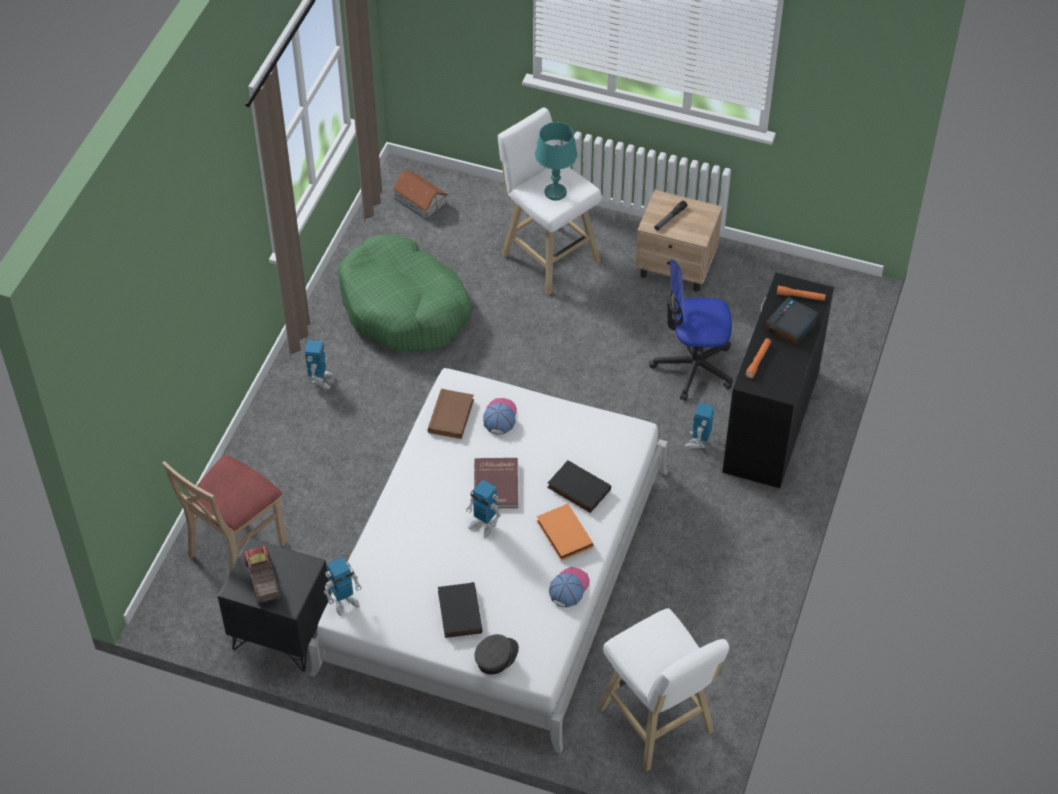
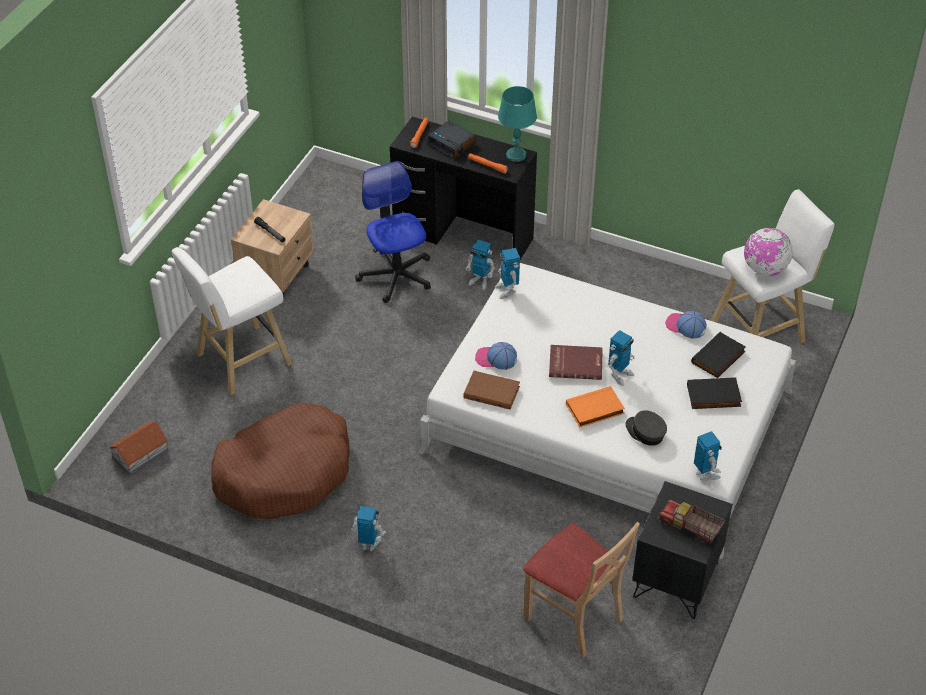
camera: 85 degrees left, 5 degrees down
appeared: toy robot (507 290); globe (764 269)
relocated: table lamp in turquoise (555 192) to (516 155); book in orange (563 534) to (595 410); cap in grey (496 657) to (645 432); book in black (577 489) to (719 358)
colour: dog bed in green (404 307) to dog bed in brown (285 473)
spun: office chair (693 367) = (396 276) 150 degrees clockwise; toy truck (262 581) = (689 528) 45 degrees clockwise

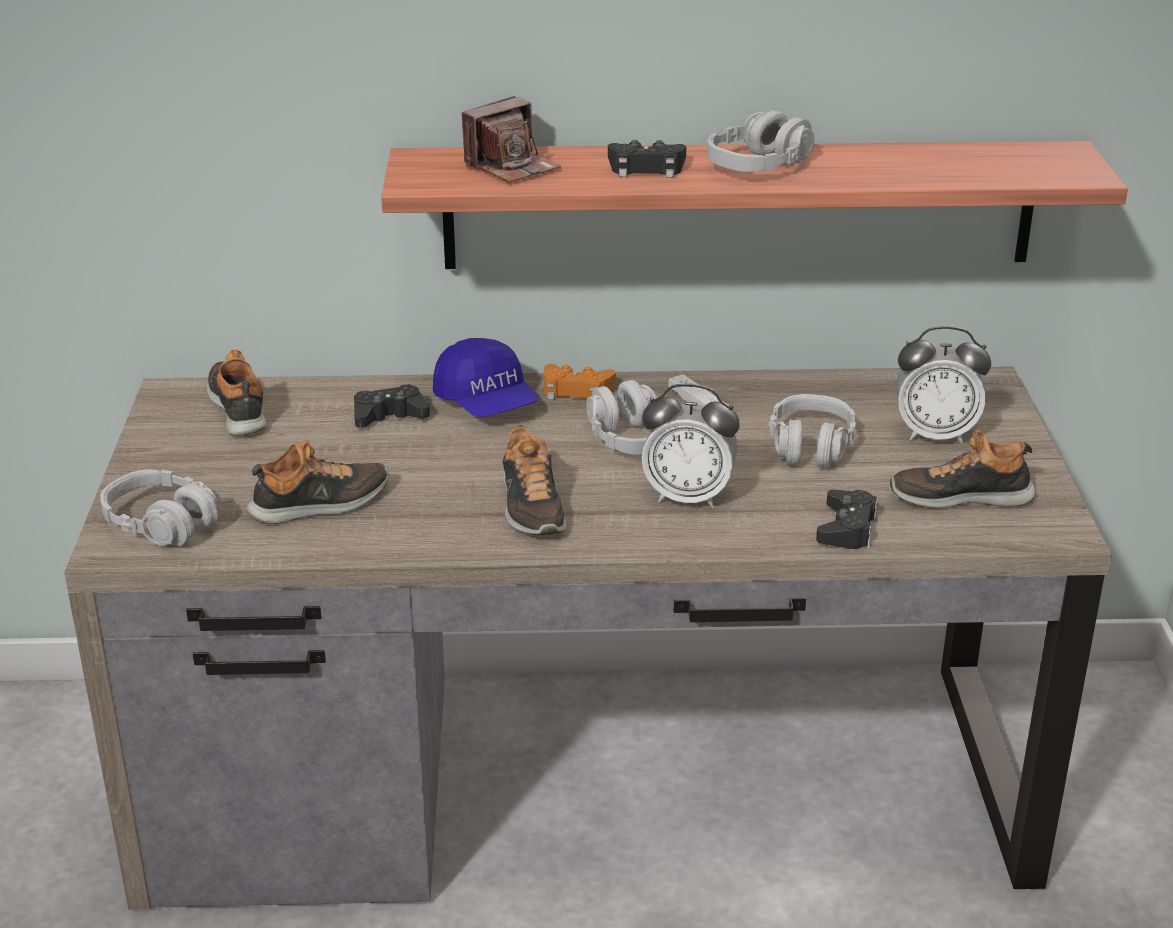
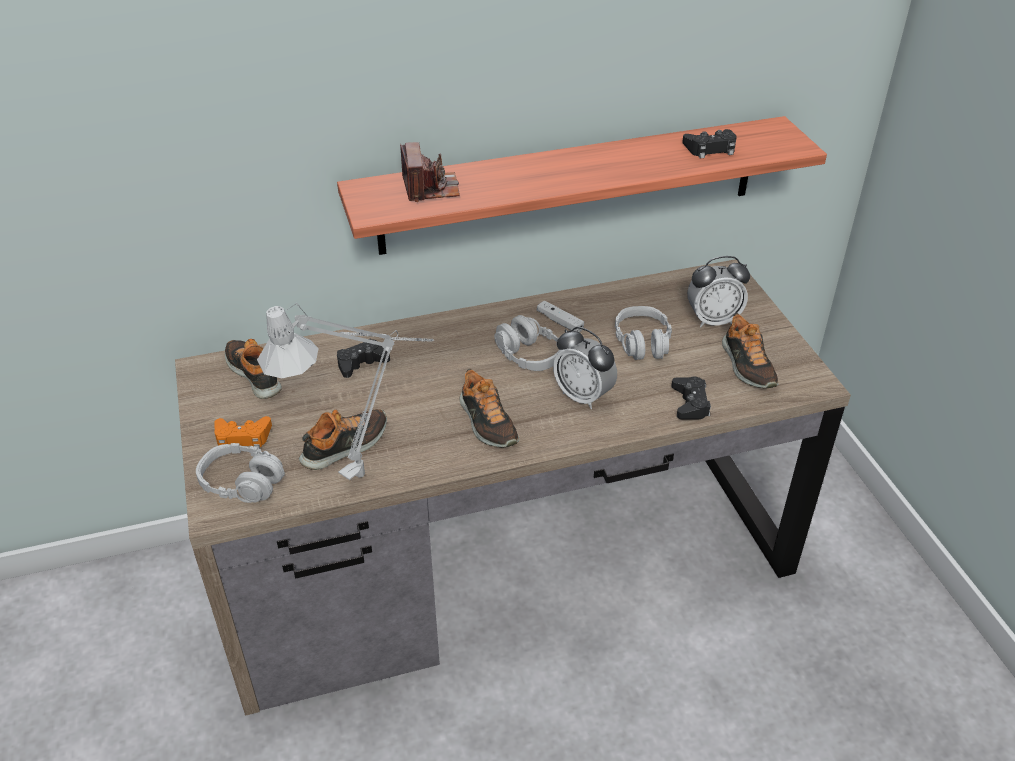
camera: 15 degrees left, 10 degrees up
missing: cap in blue (487 404); headphones in grey (759 165)
appeared: table lamp in grey (370 470)
relocated: game controller in orange (576 390) to (242 437); game controller in black (646 168) to (710 149)
spun: photo camera (512 167) = (430 188) 45 degrees counterclockwise; alarm clock (688 497) = (583 396) 45 degrees clockwise; shoe (960 496) = (747 366) 90 degrees counterclockwise

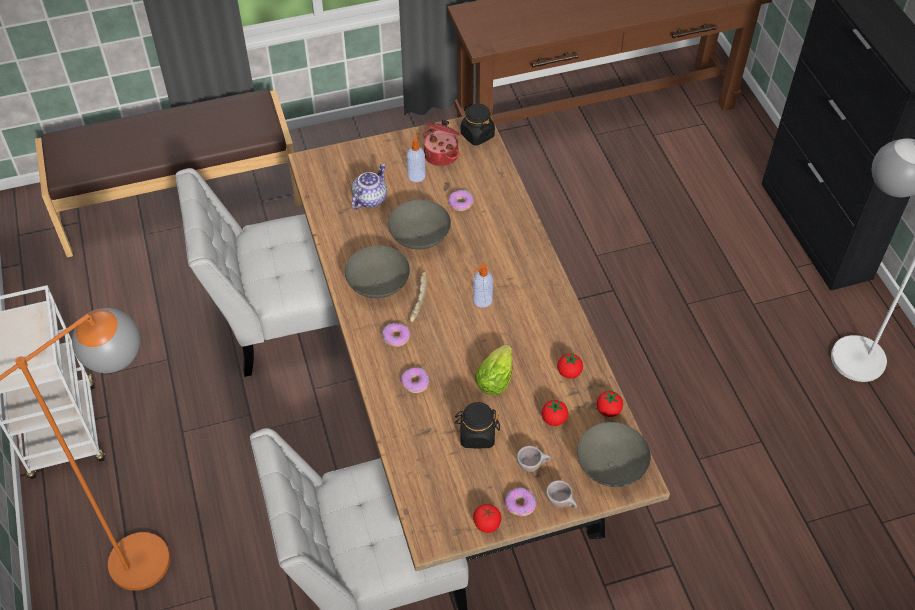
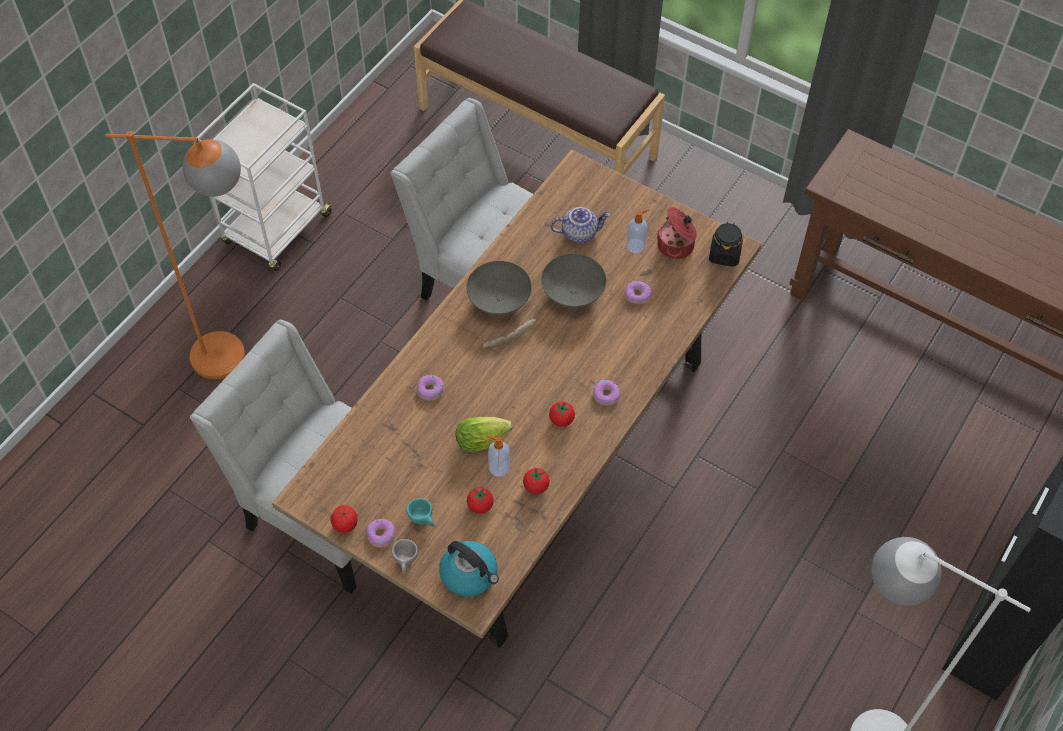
camera: 50 degrees right, 5 degrees up
missing: jar in black (477 435)
relocated: soap dispenser (482 300) to (498 467); tomato (608 410) to (561 420); donut (396 337) to (606 395)
exchanged: bowl in grey (610 466) to kettle (470 574)
colour: cup in beige (533 466) to cup in turquoise (423 520)

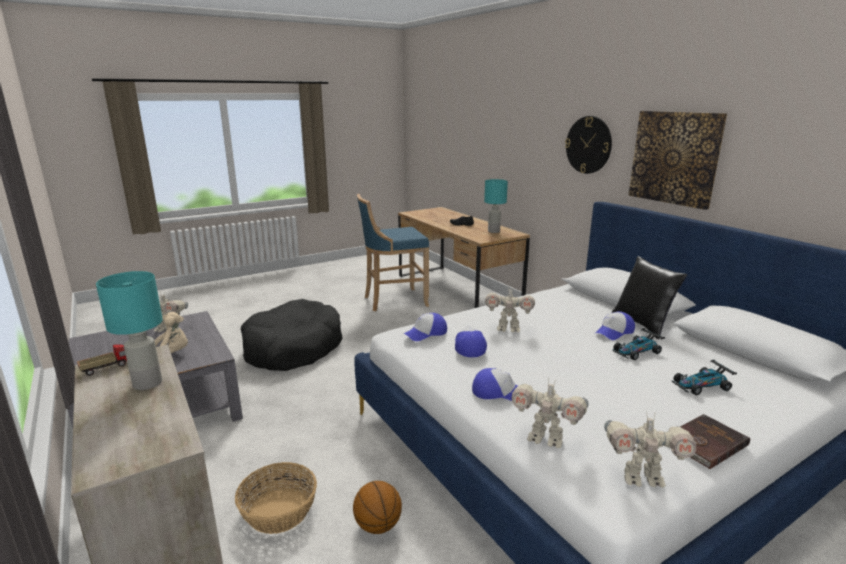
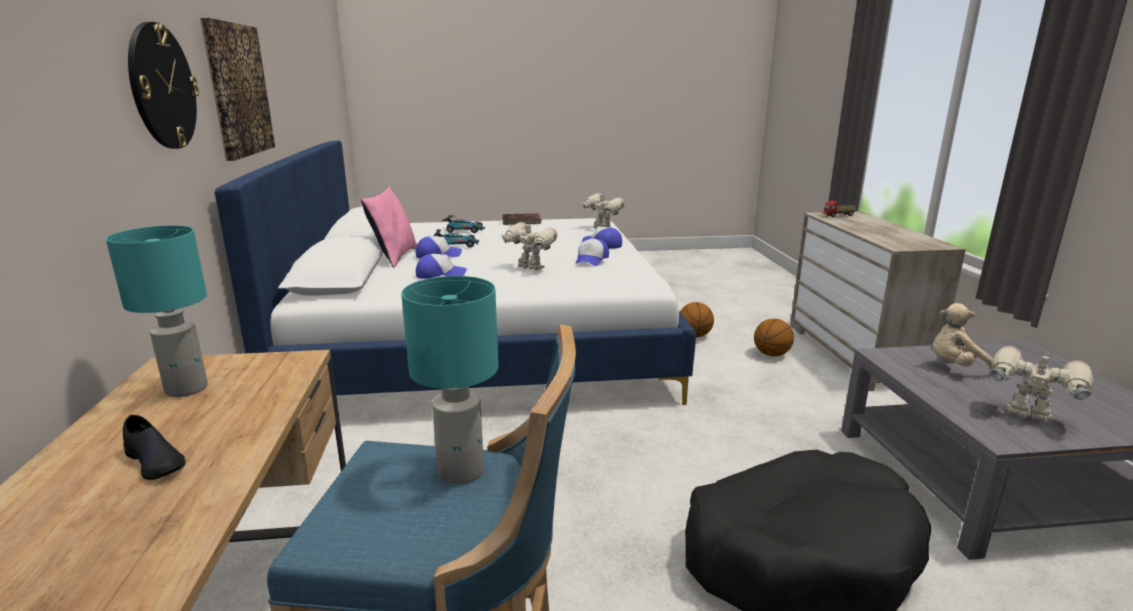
camera: 155 degrees left, 0 degrees up
missing: toy robot (641 478)
relocated: table lamp in turquoise (146 384) to (462 471); cap (426 333) to (440 275); toy truck (106 368) to (839 216)
exchanged: basket (278 511) to basketball (771 354)
colour: pillow in black (643 324) to pillow in pink (394 257)

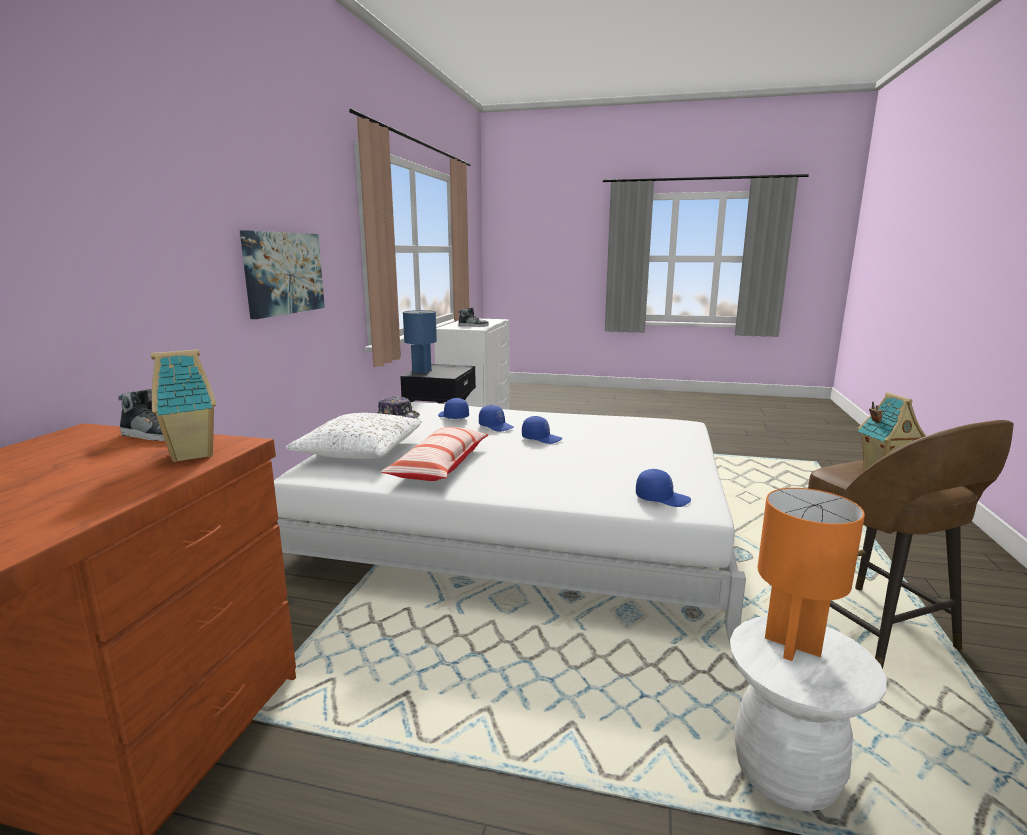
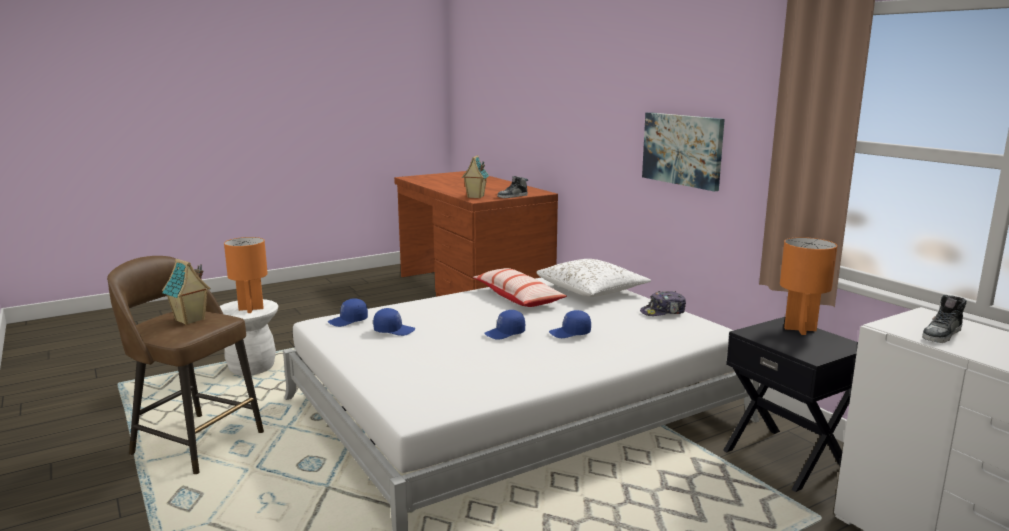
camera: 135 degrees right, 0 degrees up
relocated: cap in blue (453 417) to (394 330)
colour: table lamp in blue (422 371) to table lamp in orange (799 329)

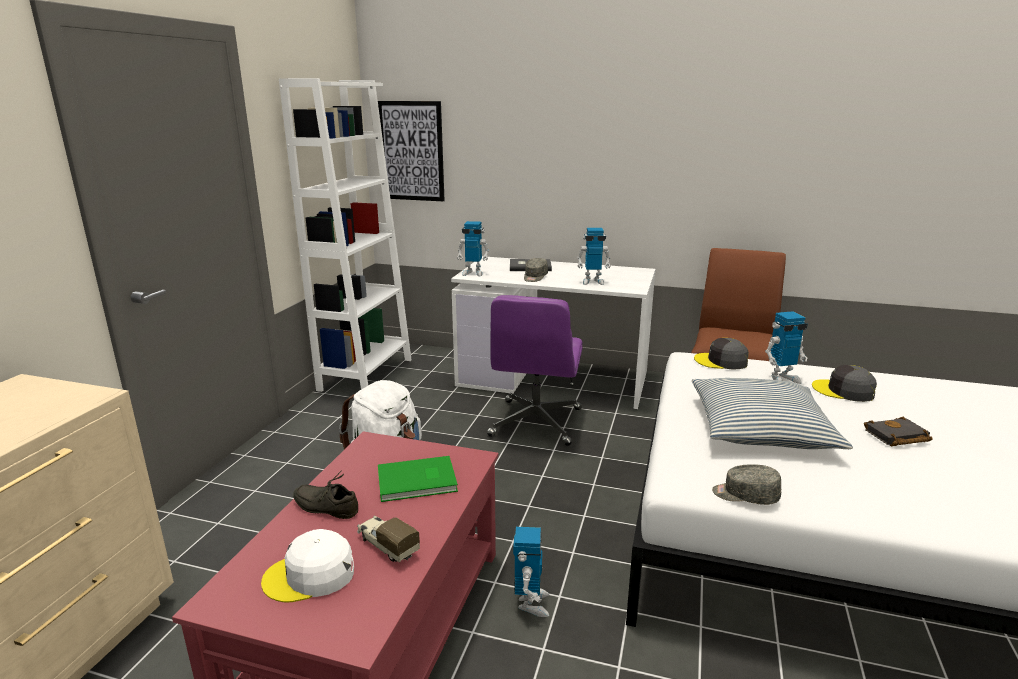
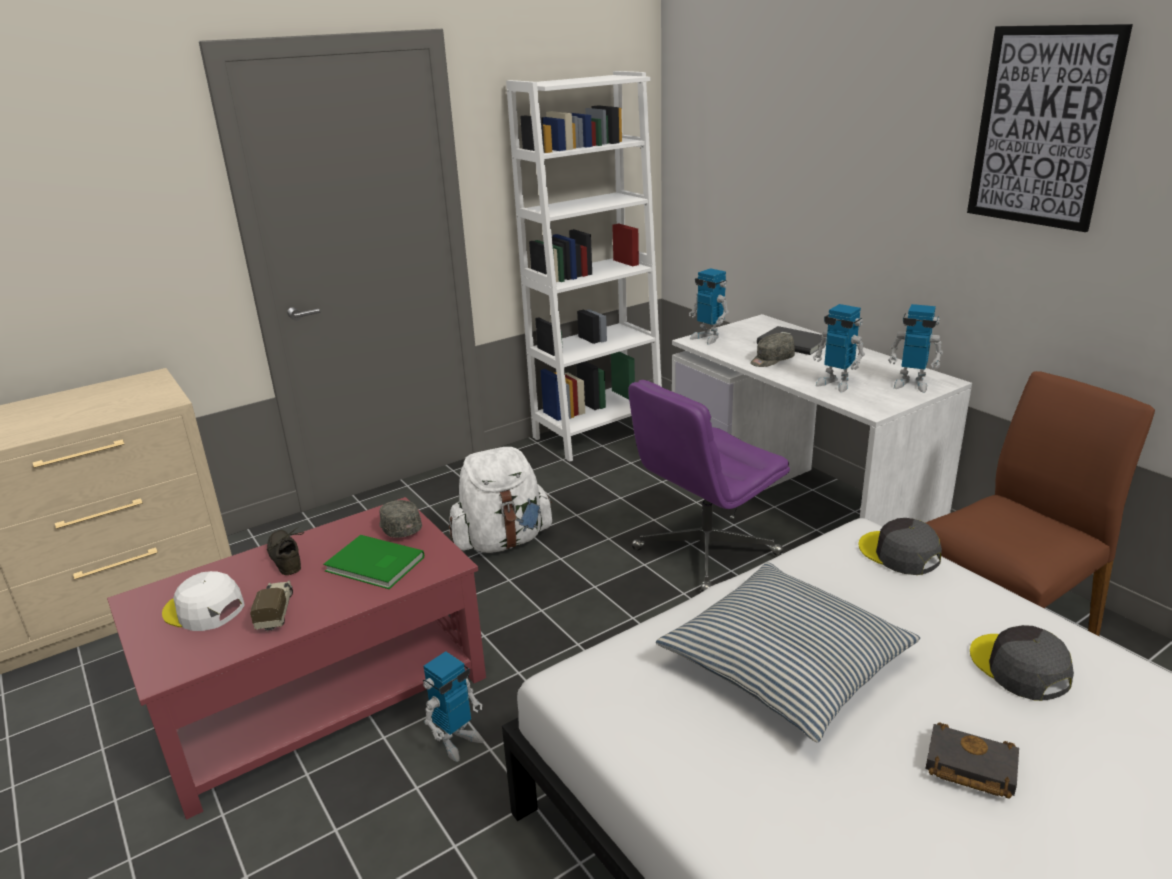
camera: 40 degrees right, 5 degrees up
relocated: cap in grey (745 495) to (399 527); toy robot (782 379) to (911 384); picture (411 151) to (1042 127)

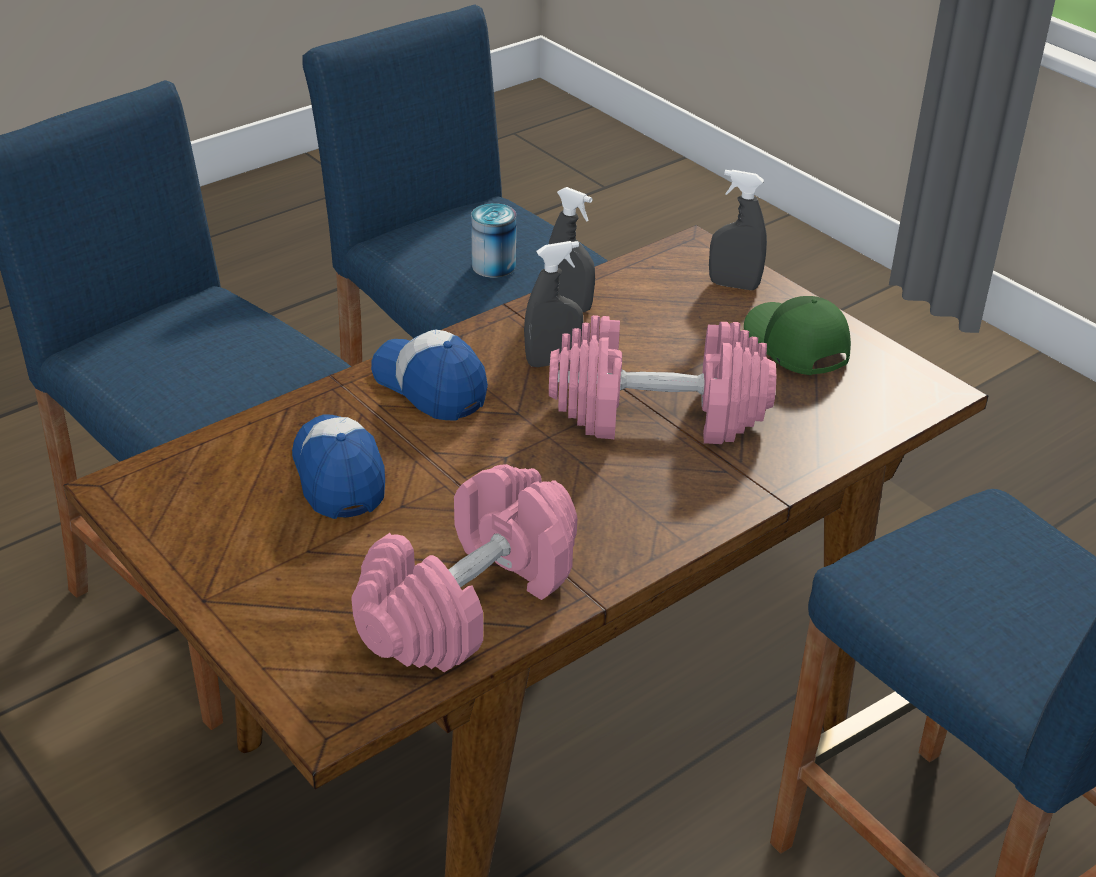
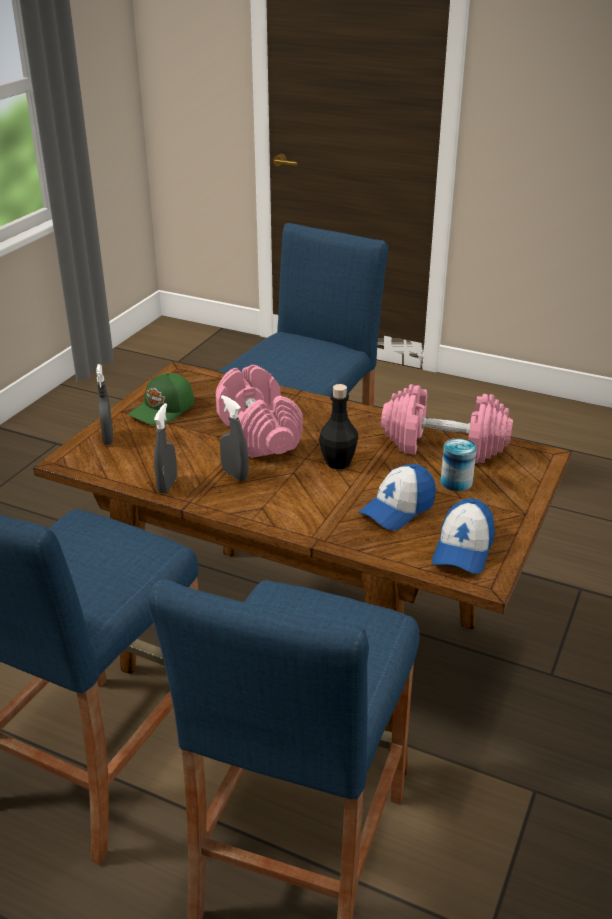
camera: 115 degrees left, 5 degrees down
appeared: bottle in black (338 462)
relocated: cap (430 386) to (463 549); can (493 266) to (456 482)

